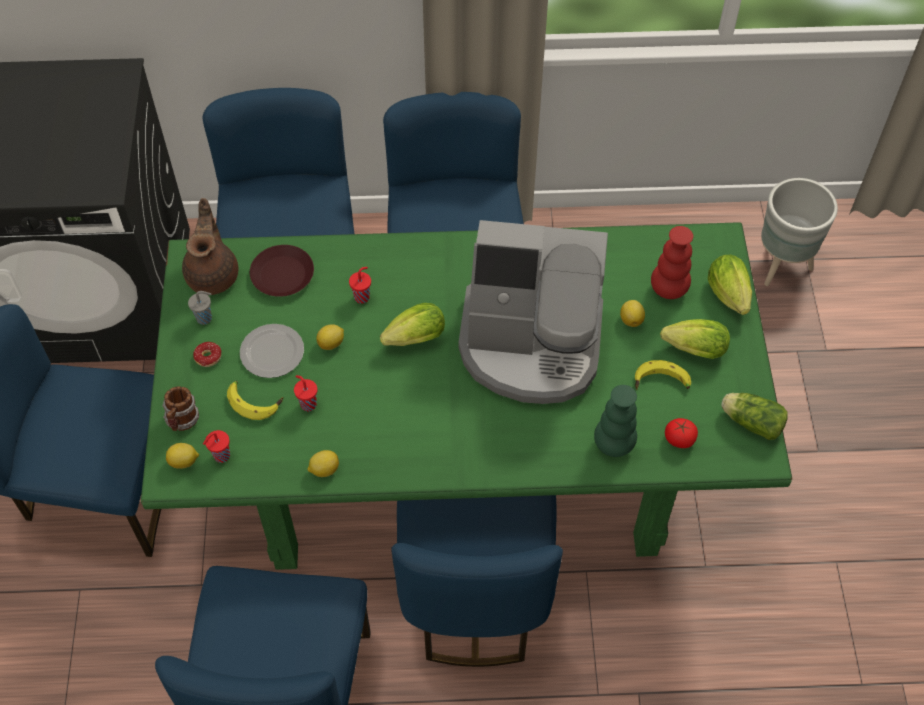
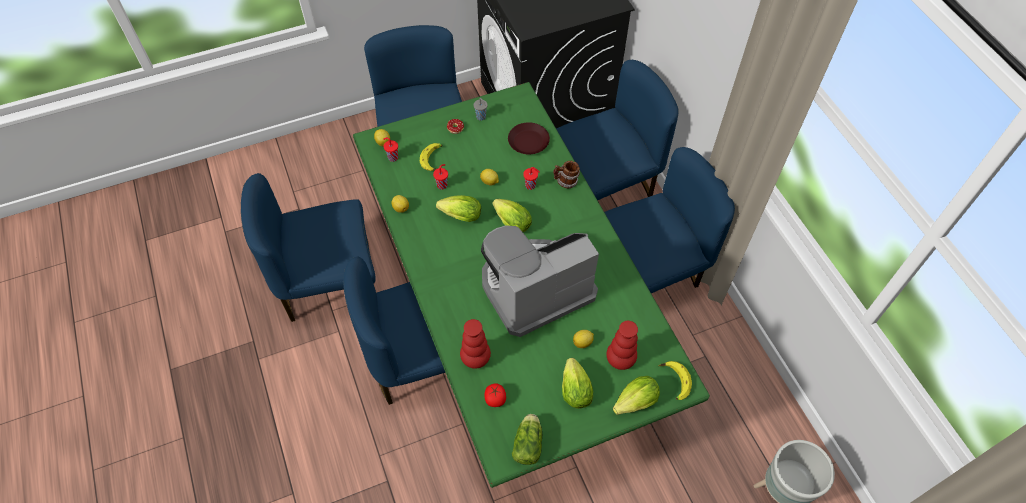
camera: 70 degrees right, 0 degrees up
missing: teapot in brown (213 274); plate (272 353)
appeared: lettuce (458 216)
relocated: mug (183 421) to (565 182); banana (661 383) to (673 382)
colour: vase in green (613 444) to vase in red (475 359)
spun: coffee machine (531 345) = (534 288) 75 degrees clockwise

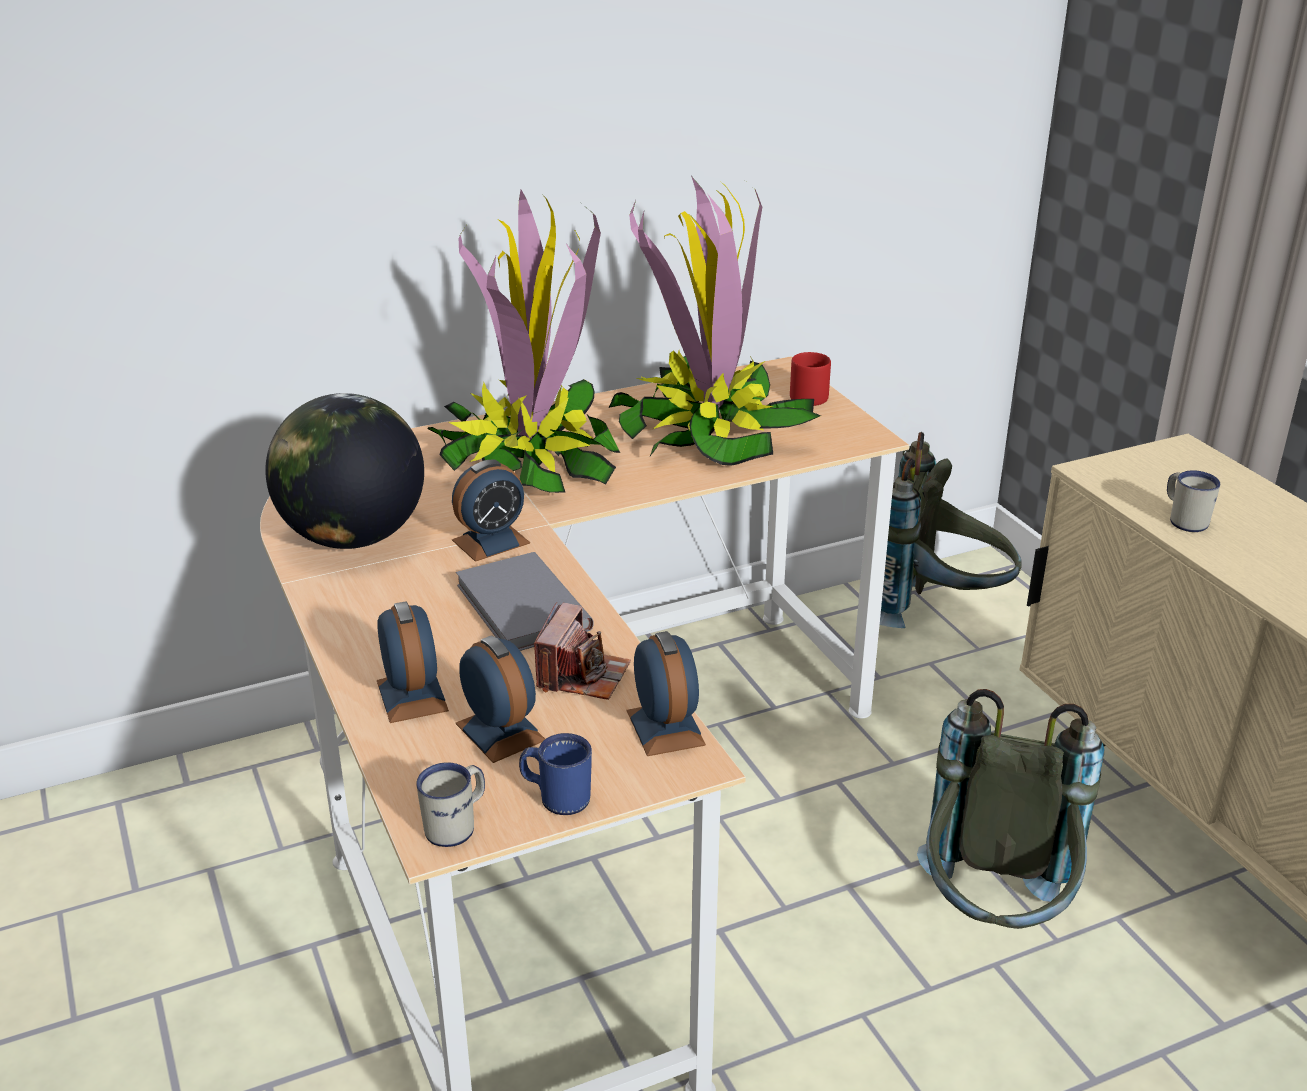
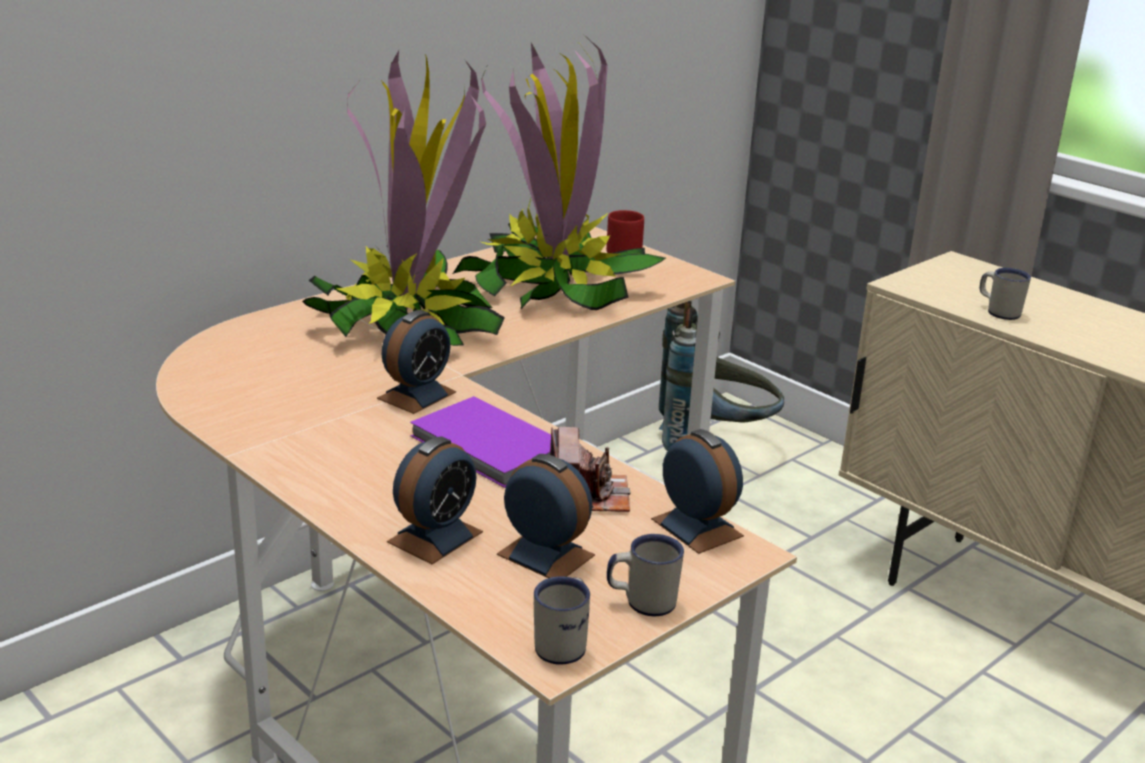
camera: 20 degrees left, 5 degrees down
missing: globe (353 537); backpack in grey (993 920)
colour: book in grey (520 609) to book in purple (487 448); mug in blue (557 797) to mug in white (642 602)
spun: alarm clock (412 695) = (435 537) 75 degrees clockwise

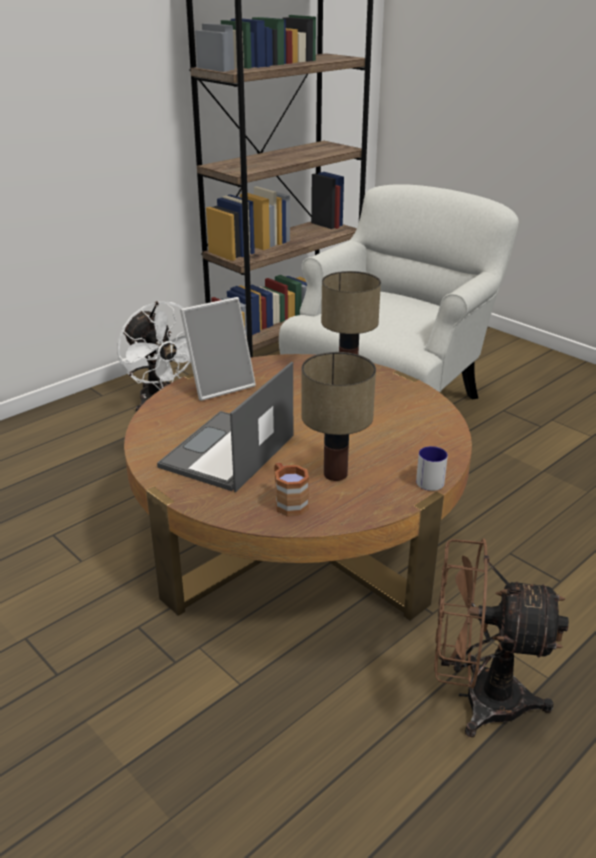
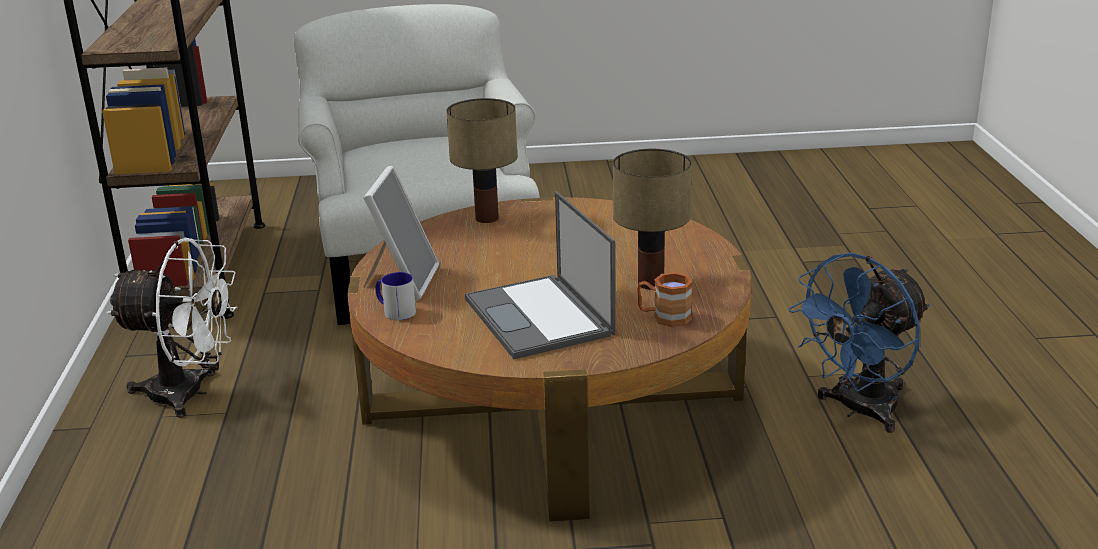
camera: 50 degrees left, 5 degrees down
relocated: mug (428 479) to (395 311)
colour: fan in brown (477 698) to fan in blue (859 411)

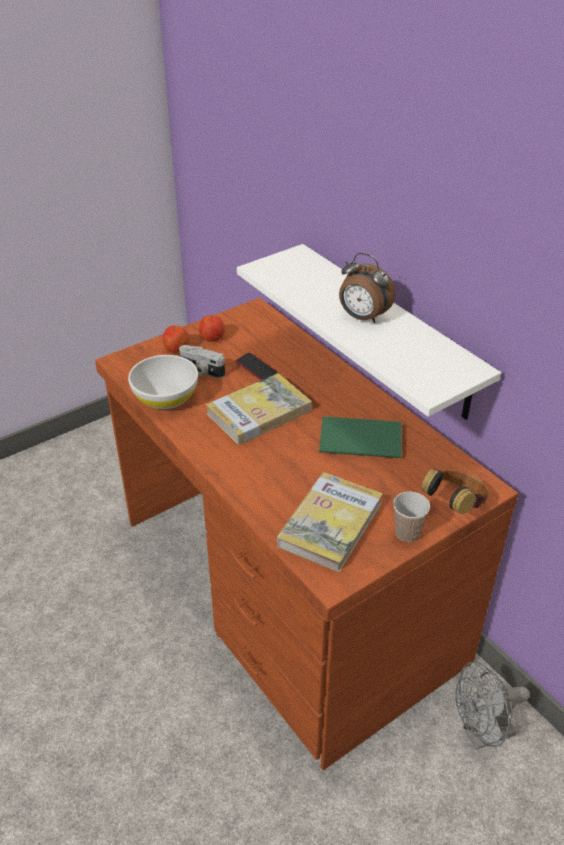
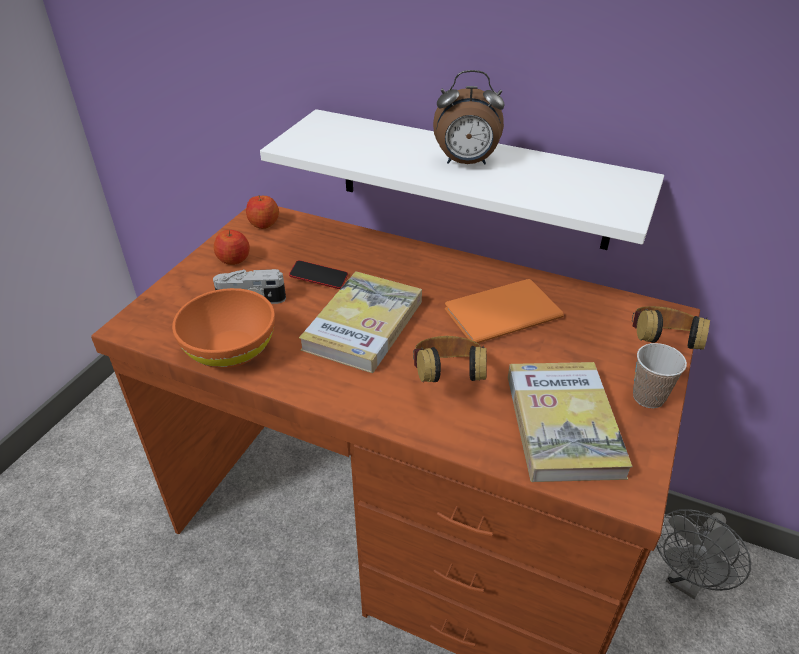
camera: 30 degrees left, 0 degrees up
appeared: headphones (448 379)
relocated: apple (176 348) to (263 223)
colour: bowl in white (165 397) to bowl in orange (230 349); book in green (358 437) to book in orange (498 312)

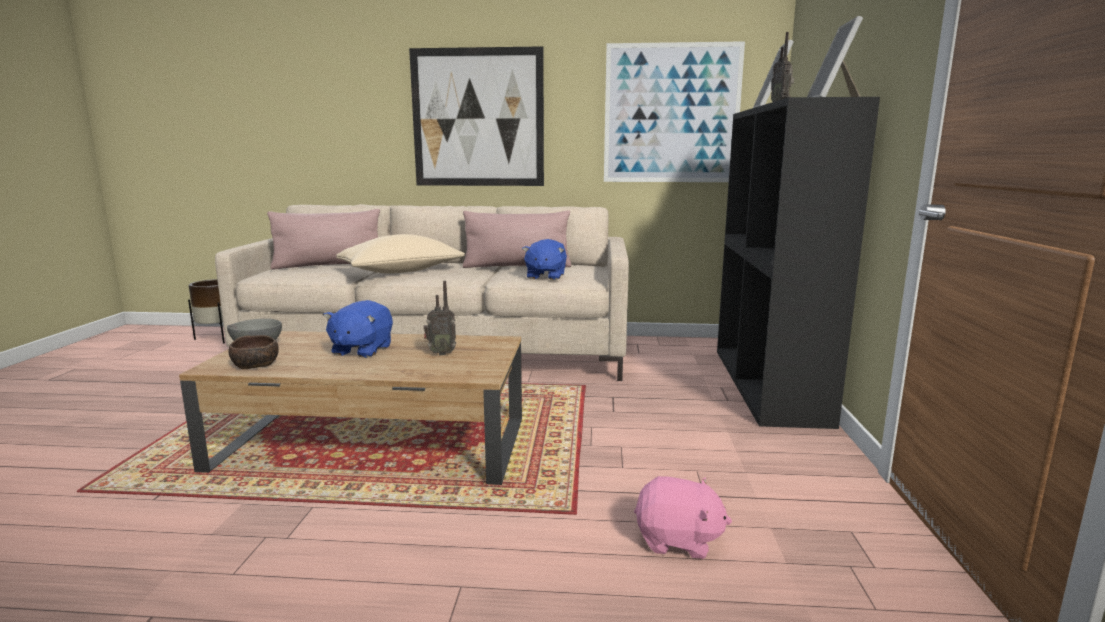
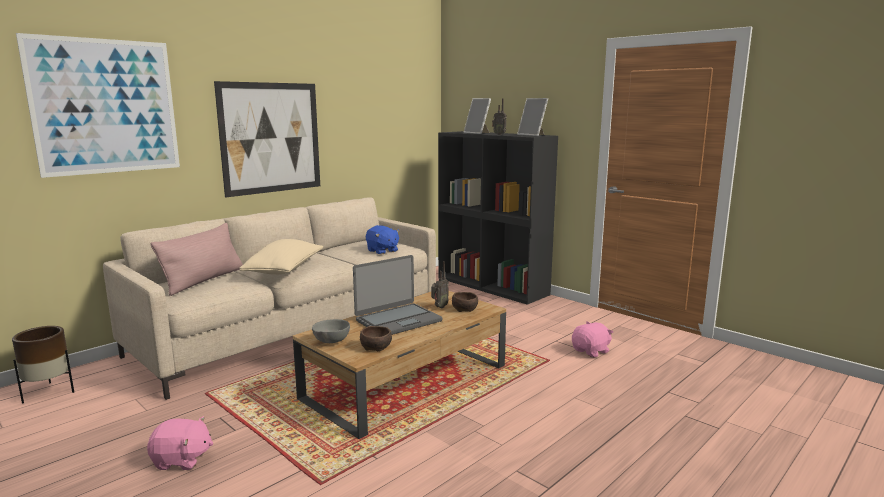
camera: 50 degrees left, 0 degrees up
missing: pillow in pink (517 266)
appeared: plush toy in pink (182 460); bowl in brown (465 309)
relocated: picture (671 114) to (106 107)
exchanged: plush toy in blue (361 350) to laptop (398 320)

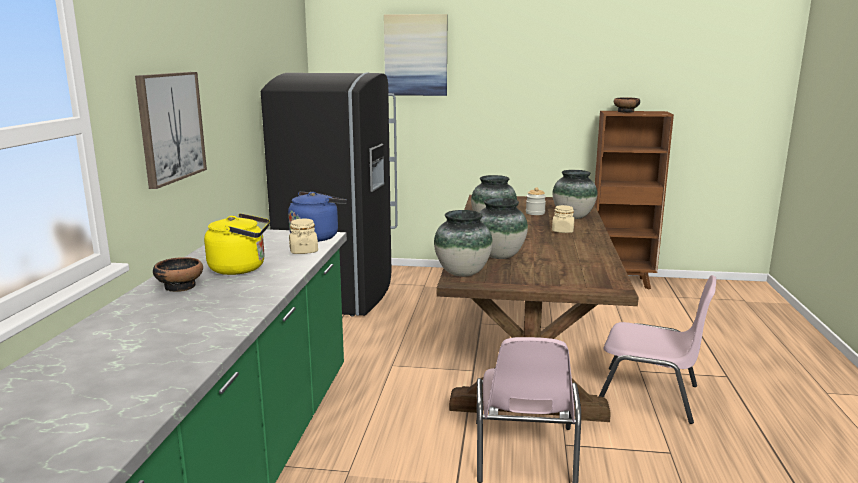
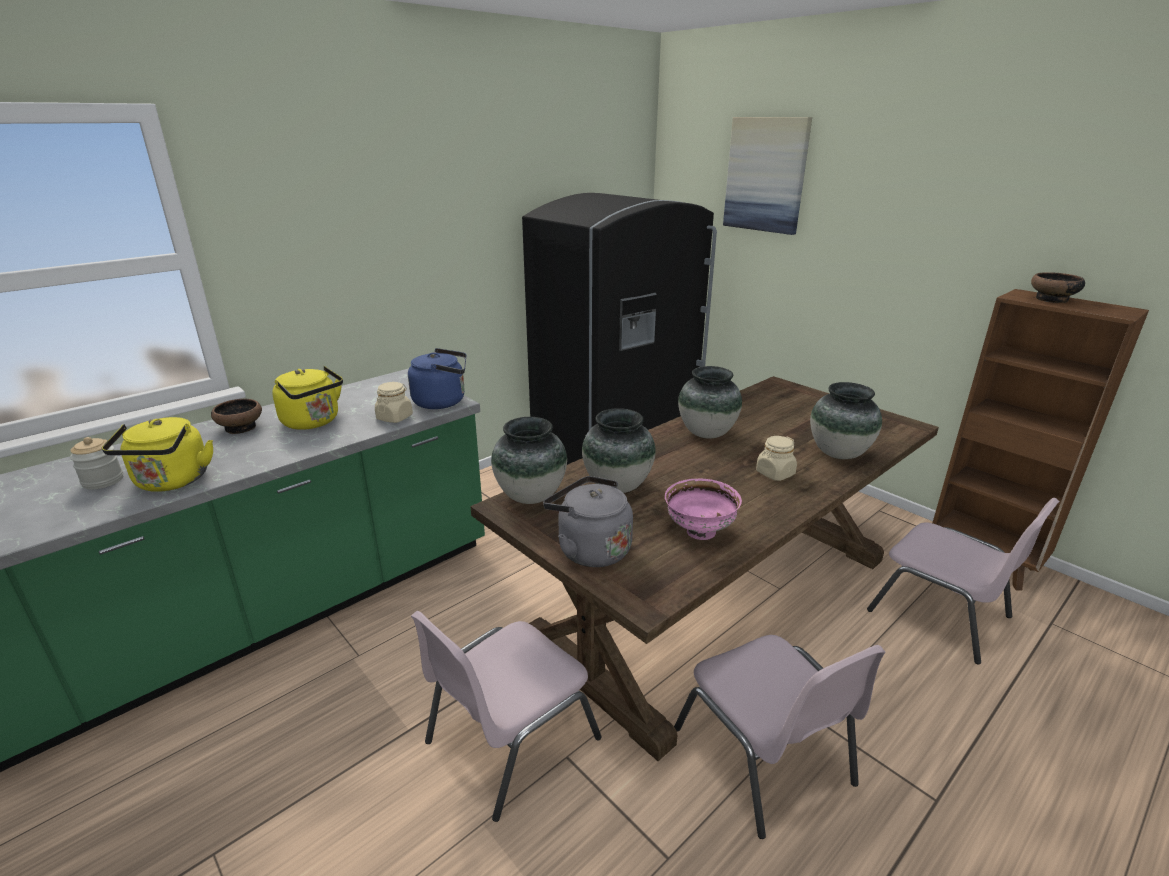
camera: 40 degrees right, 10 degrees up
missing: picture (170 127)
appeared: kettle in yellow (171 482); kettle in grey (590 549); bowl in pink (699 532); chair in pink (941 614)
relocated: jar (535 213) to (103 481)

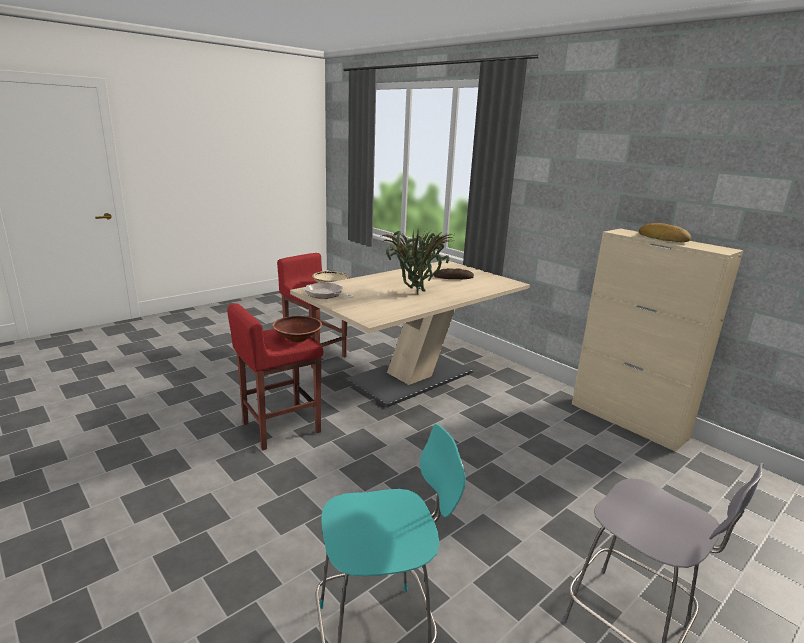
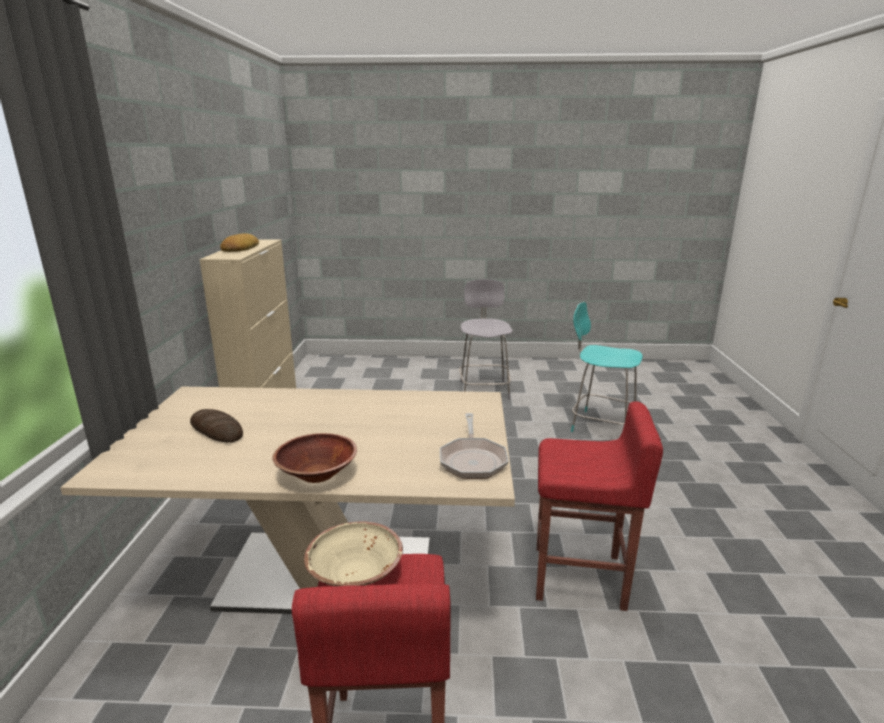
camera: 135 degrees left, 0 degrees up
missing: potted plant (414 293)
relocated: bowl in brown (297 338) to (317 474)

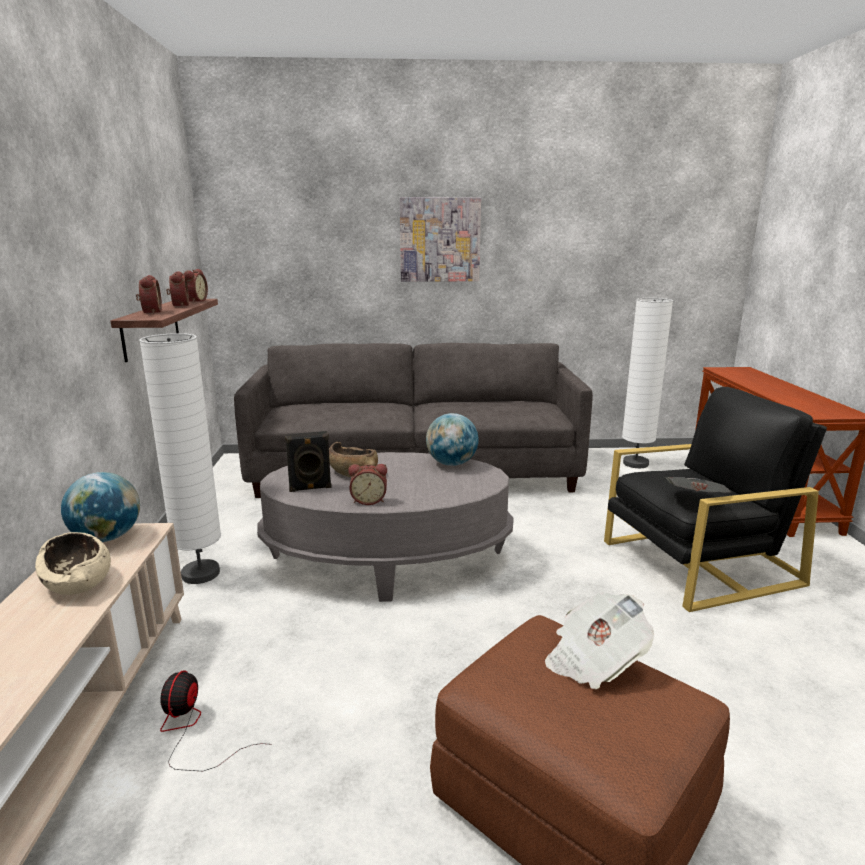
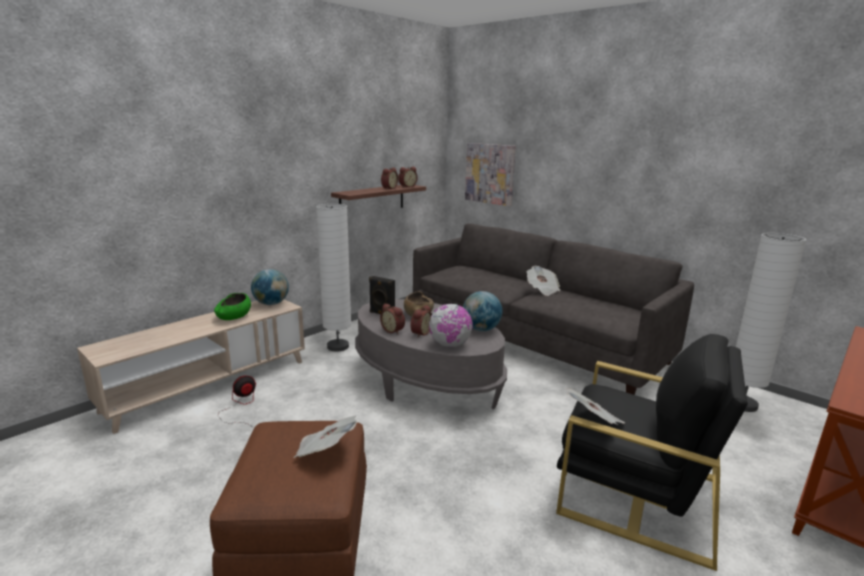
camera: 45 degrees right, 0 degrees up
appeared: globe (450 345); newspaper (542 289)
relocated: alarm clock (150 312) to (420 333); picture (440 240) to (490 173)
colour: bowl in beige (78 582) to bowl in green (234 316)

